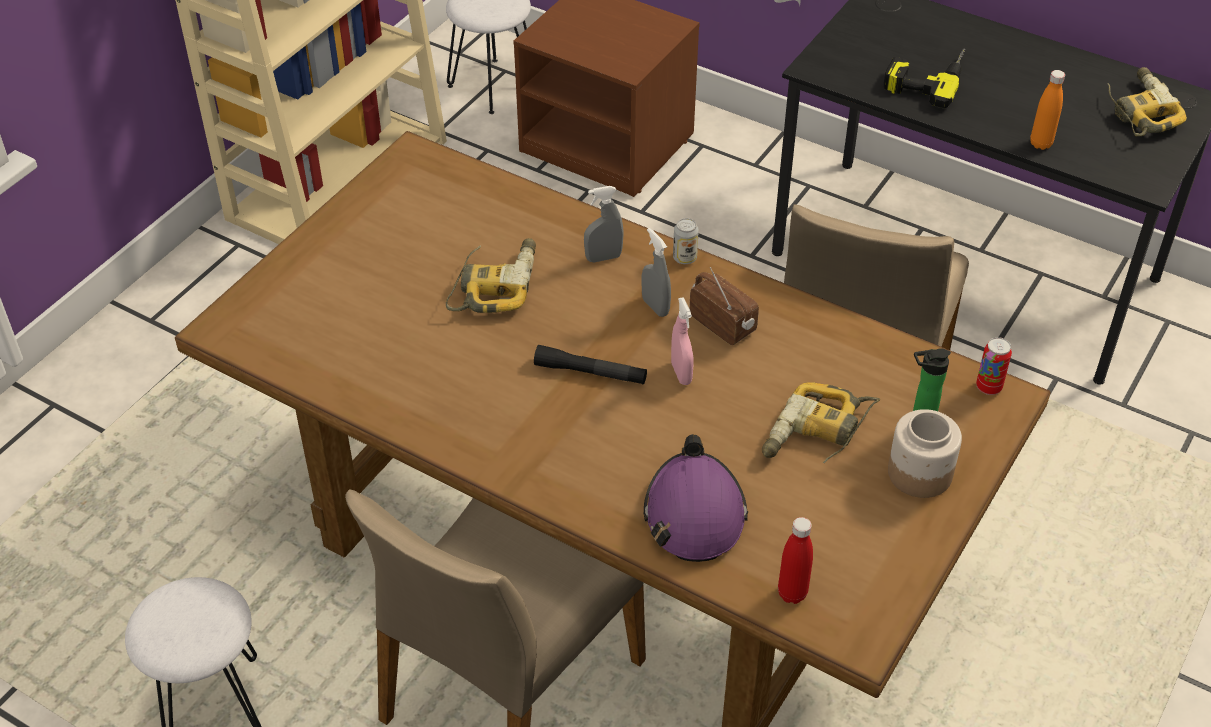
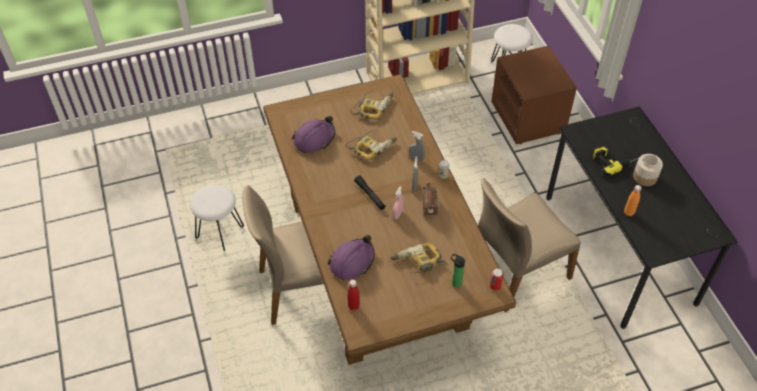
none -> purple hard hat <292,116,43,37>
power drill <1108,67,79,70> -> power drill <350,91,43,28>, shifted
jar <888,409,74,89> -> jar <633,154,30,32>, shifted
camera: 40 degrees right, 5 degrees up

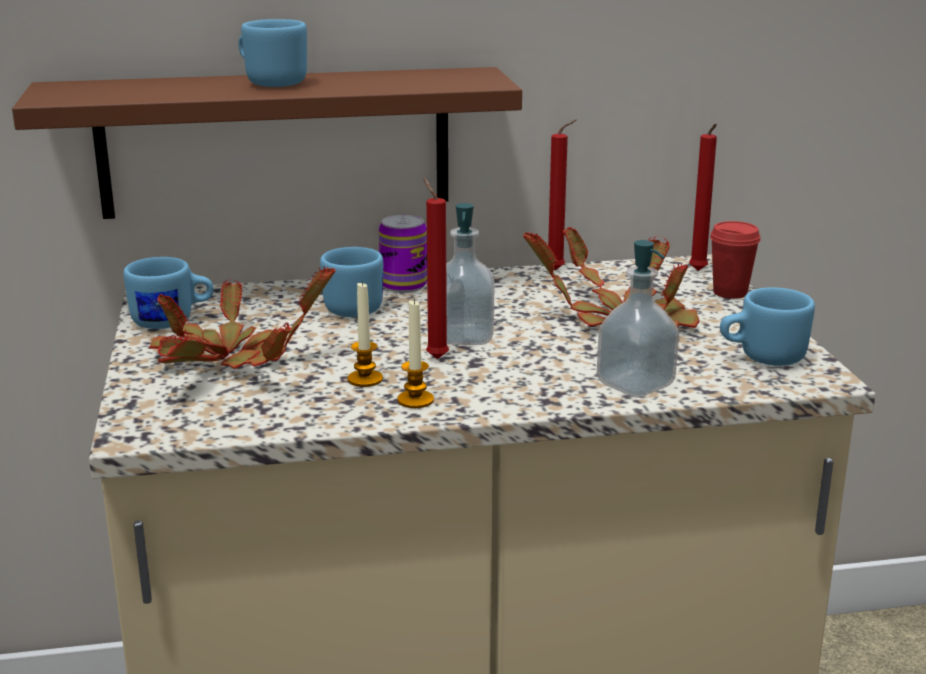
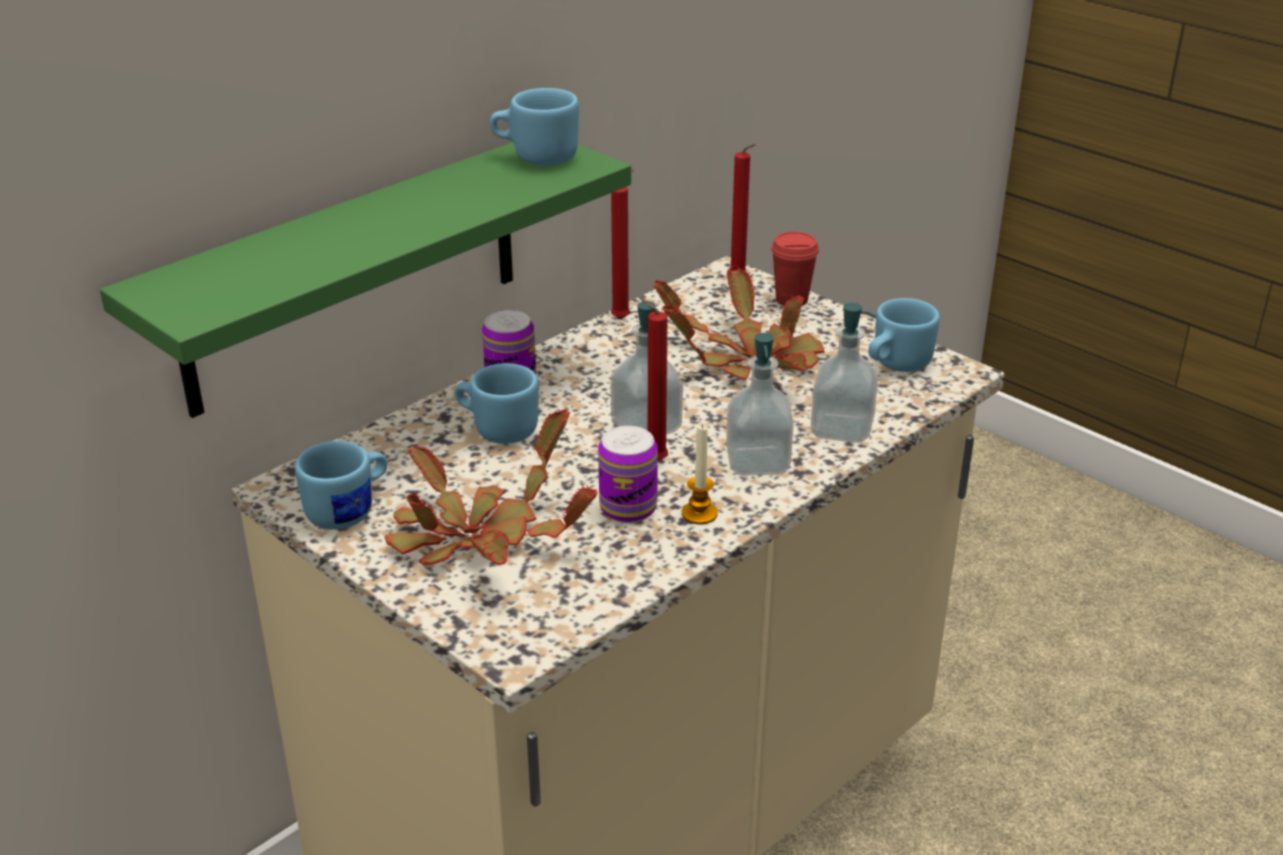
brown shelf <12,67,510,152> -> green shelf <100,142,531,276>
blue mug <238,19,69,68> -> blue mug <490,88,89,78>, shifted
candle <348,281,35,106> -> can <598,426,60,97>
none -> soap dispenser <726,333,68,142>
camera: 35 degrees left, 10 degrees up

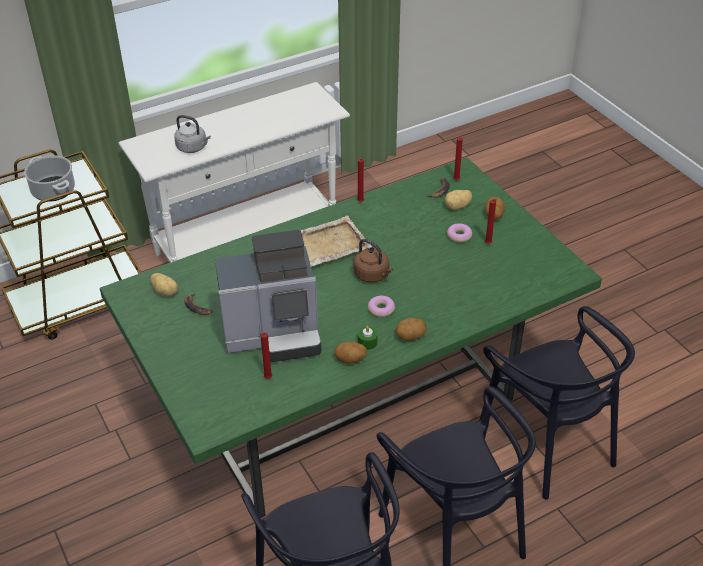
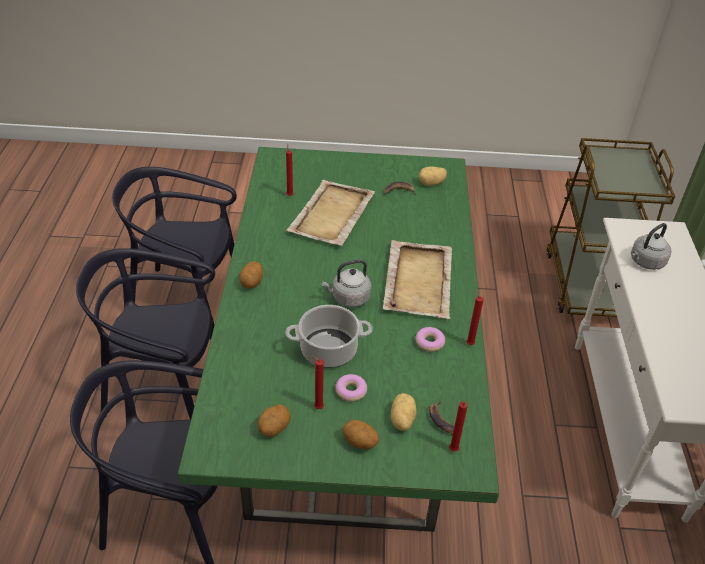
potato <335,342,32,22> -> potato <258,404,33,33>, shifted
cooking pot <24,156,51,46> -> cooking pot <285,305,87,63>, shifted
coffee machine <215,230,106,132> -> beige tray <286,180,89,66>
brown kettle <353,239,40,44> -> grey kettle <321,259,51,48>
donut <368,296,27,21> -> donut <415,327,30,25>, shifted
green candle <358,326,19,24> -> none
camera: 120 degrees right, 0 degrees up

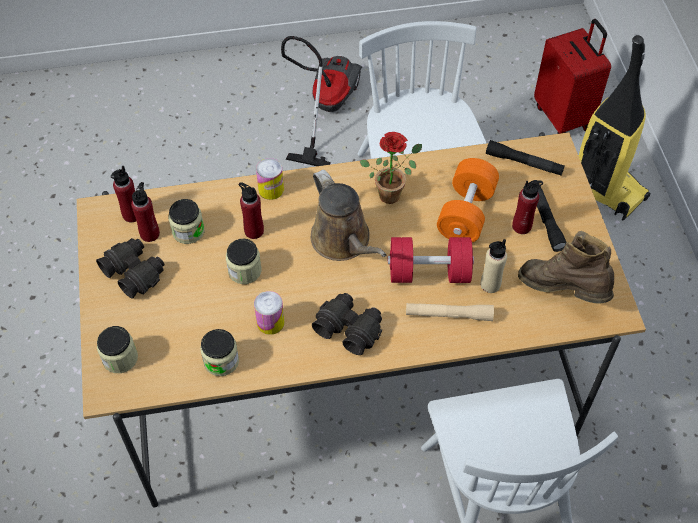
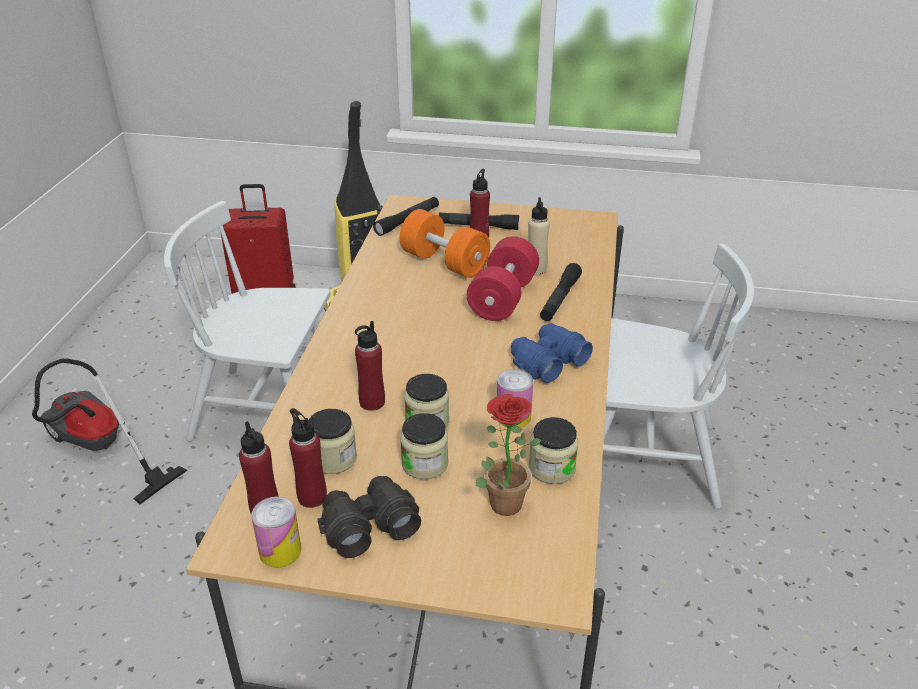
can <256,158,28,42> -> can <251,497,50,71>, shifted
jar <97,326,41,47> -> jar <400,413,48,66>, shifted
potted plant <360,132,62,72> -> potted plant <476,394,65,122>, shifted
black binoculars <312,293,70,62> -> blue binoculars <511,323,82,60>
beige flashlight <406,303,88,18> -> black flashlight <540,263,42,58>
brown watering can <311,169,75,92> -> none
brown boot <518,231,96,73> -> none
camera: 70 degrees left, 20 degrees down

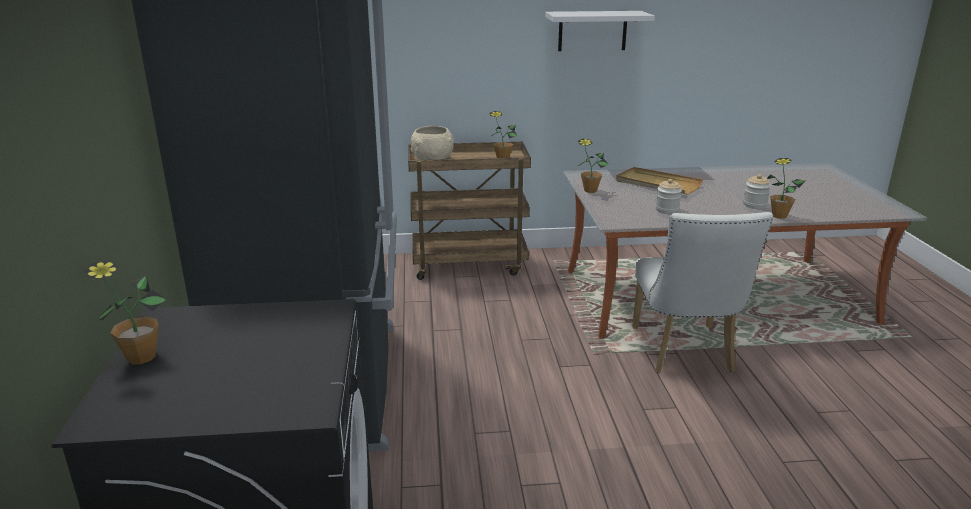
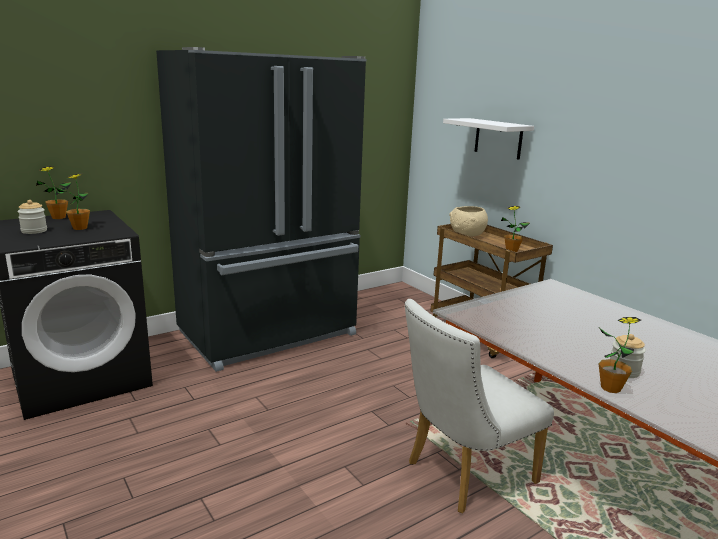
jar <655,179,27,35> -> jar <17,200,30,34>, shifted
potted plant <578,139,31,54> -> potted plant <56,174,34,56>, shifted
white shelf <545,11,110,40> -> white shelf <443,118,91,42>, shifted
beige tray <616,167,87,28> -> none
camera: 60 degrees right, 5 degrees down

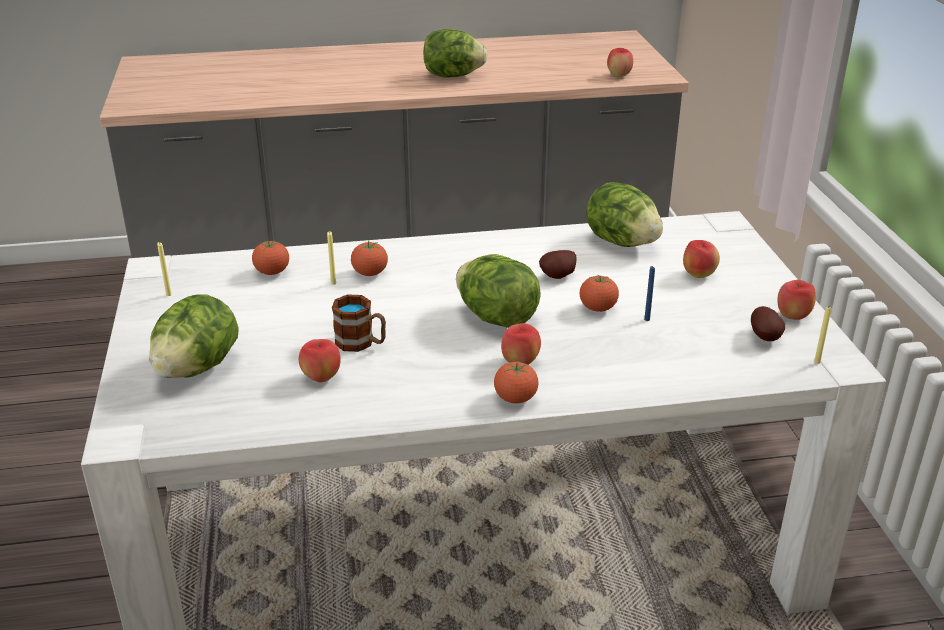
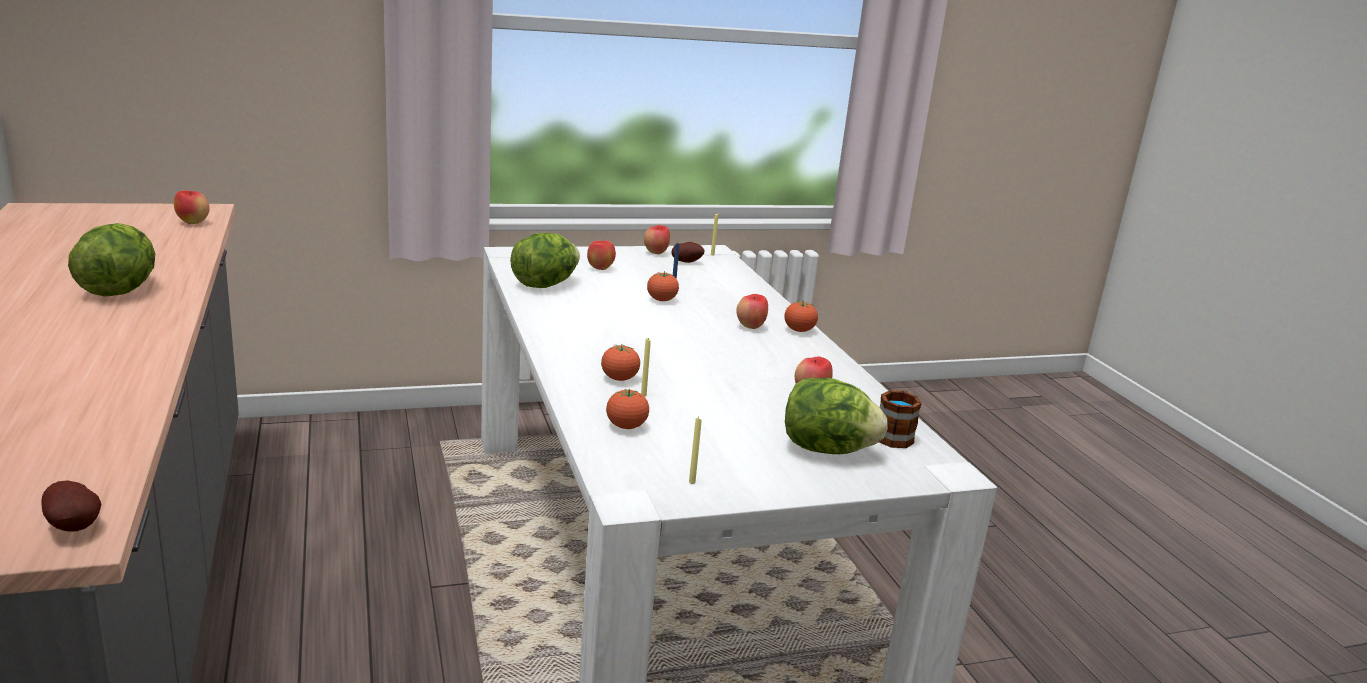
potato <539,250,38,29> -> potato <41,480,60,52>, shifted
mug <332,294,54,58> -> mug <879,390,43,58>, shifted
lettuce <456,254,85,74> -> none
camera: 100 degrees left, 10 degrees down

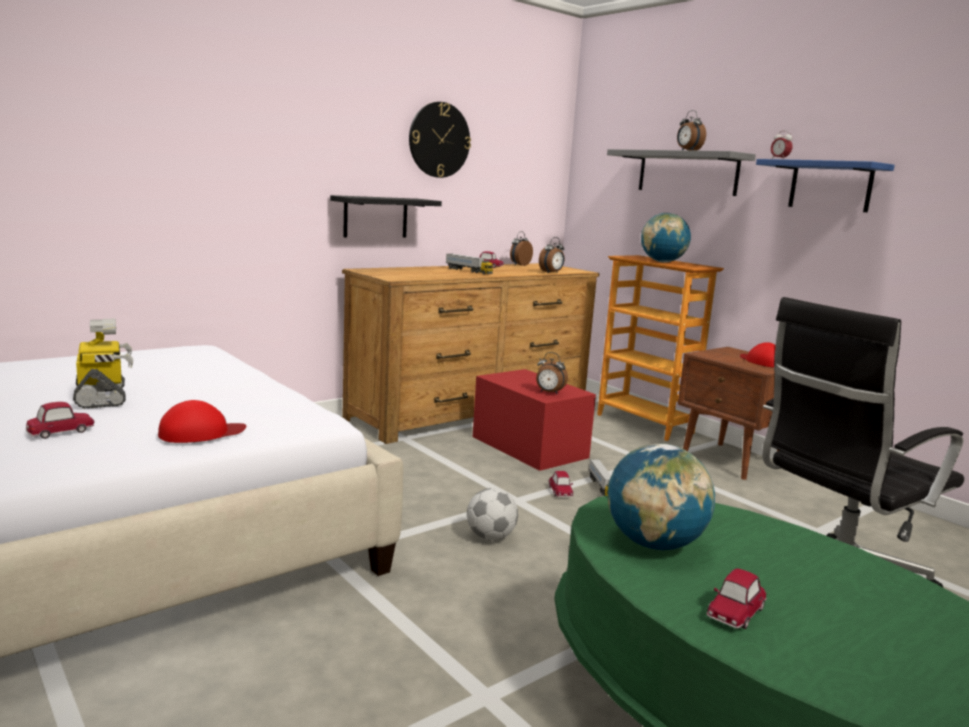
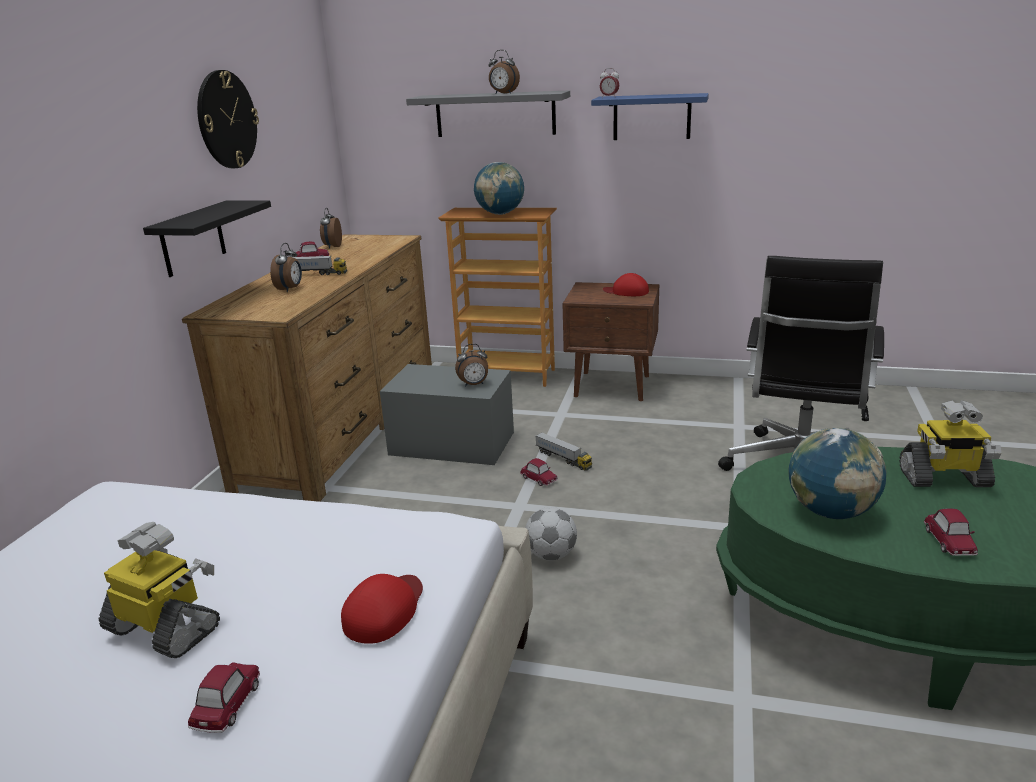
alarm clock <539,237,26,36> -> alarm clock <270,243,32,49>, shifted
red storage box <473,369,123,102> -> grey storage box <380,364,134,101>
none -> toy robot <899,400,103,87>
camera: 35 degrees left, 10 degrees up

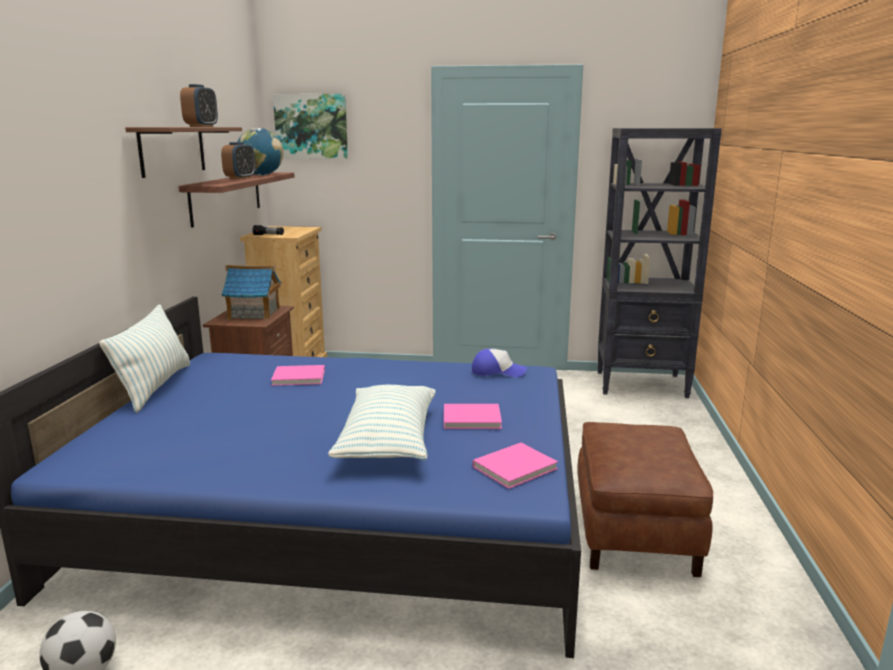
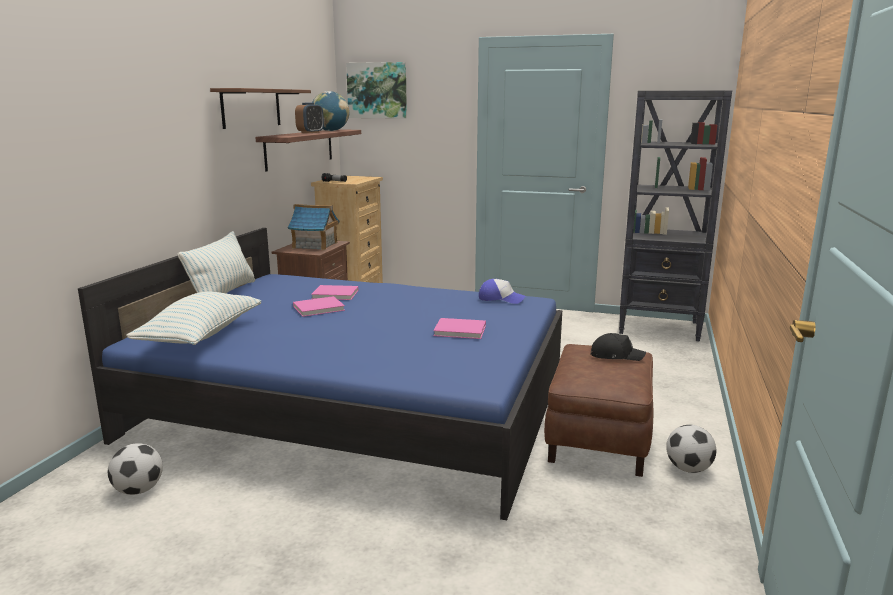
pillow <328,385,108,75> -> pillow <126,292,135,53>, shifted
pink book <473,443,85,46> -> pink book <293,296,52,21>, shifted
none -> black cap <591,333,55,28>
none -> football <666,425,50,48>
alarm clock <180,84,38,43> -> none
camera: 10 degrees right, 0 degrees up

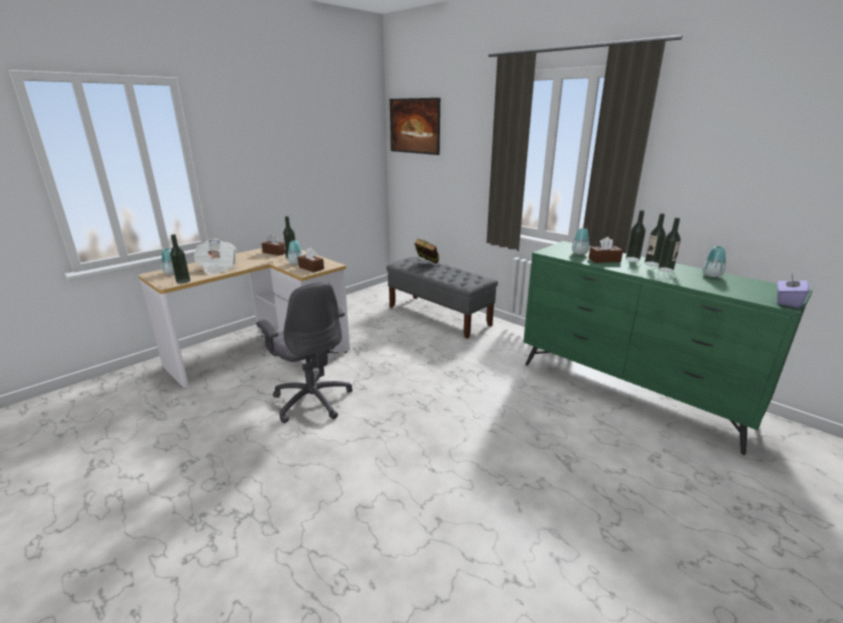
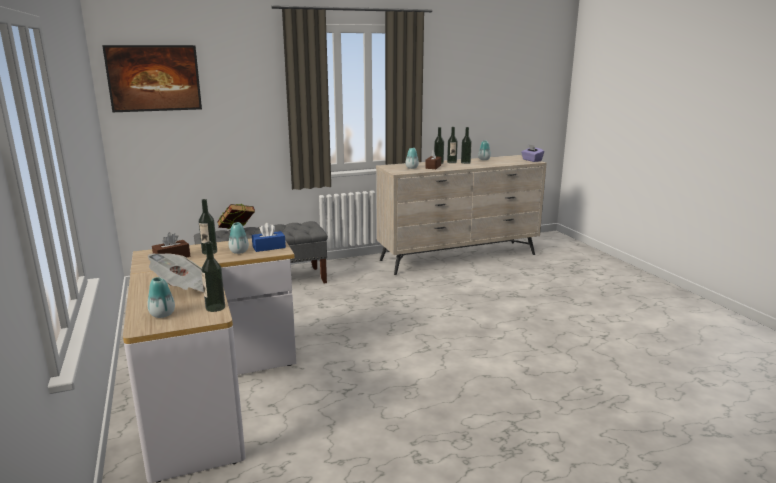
brown tissue box <298,248,26,24> -> blue tissue box <252,223,34,29>
green dresser <523,241,290,214> -> beige dresser <376,155,171,120>
grey office chair <256,282,96,141> -> none
camera: 65 degrees left, 5 degrees down

